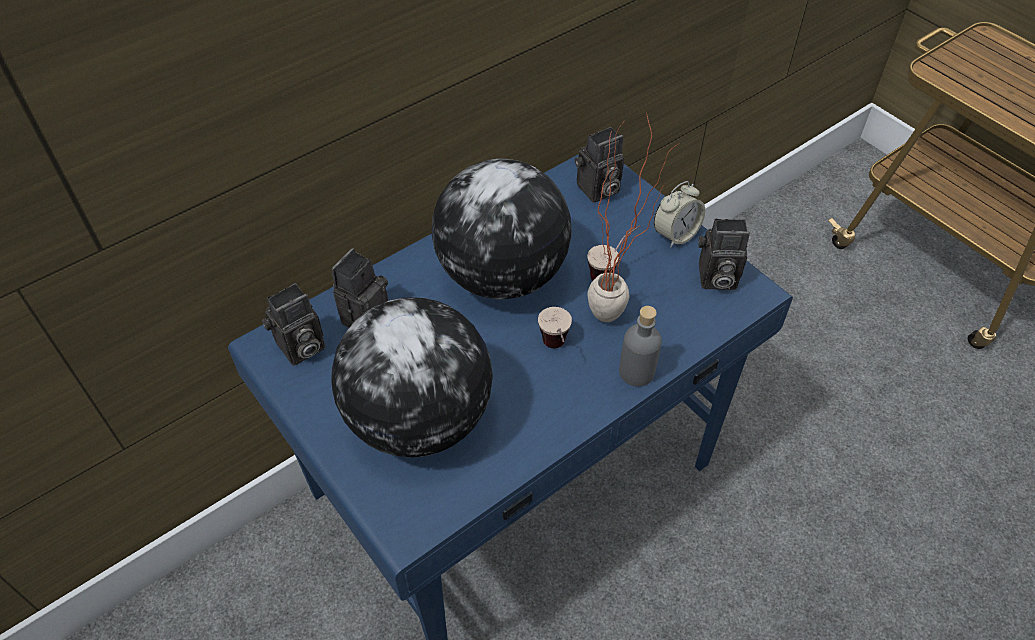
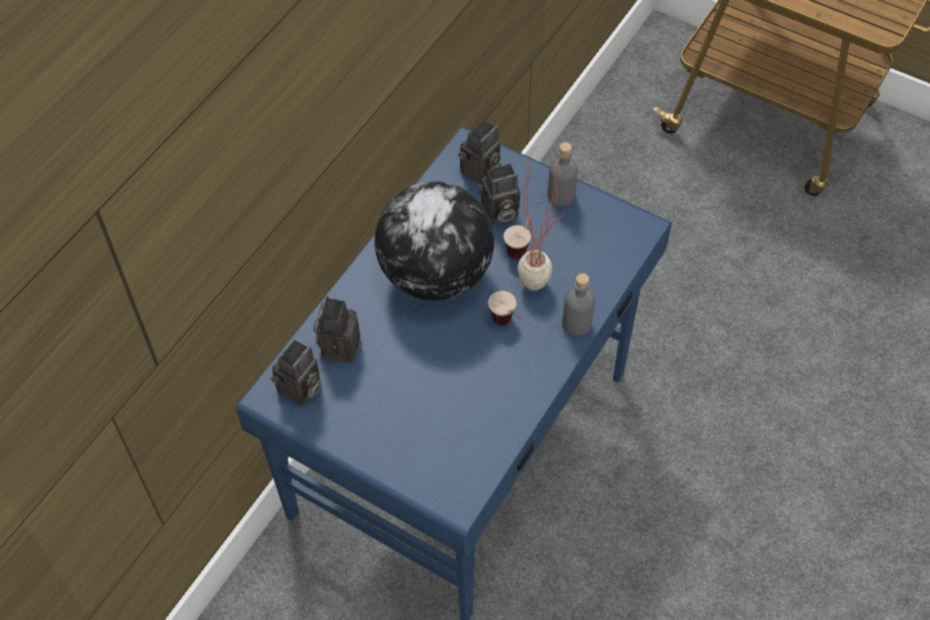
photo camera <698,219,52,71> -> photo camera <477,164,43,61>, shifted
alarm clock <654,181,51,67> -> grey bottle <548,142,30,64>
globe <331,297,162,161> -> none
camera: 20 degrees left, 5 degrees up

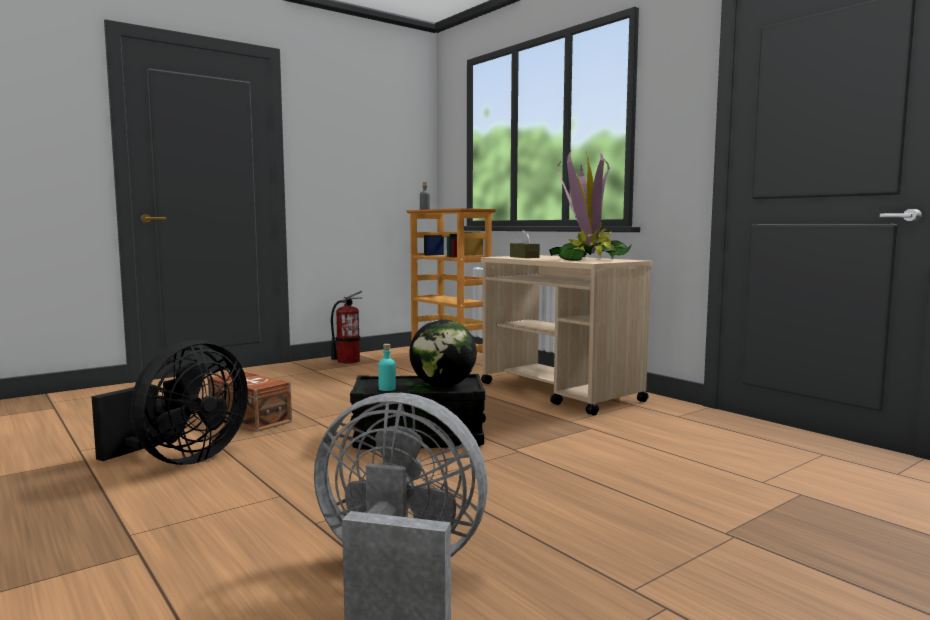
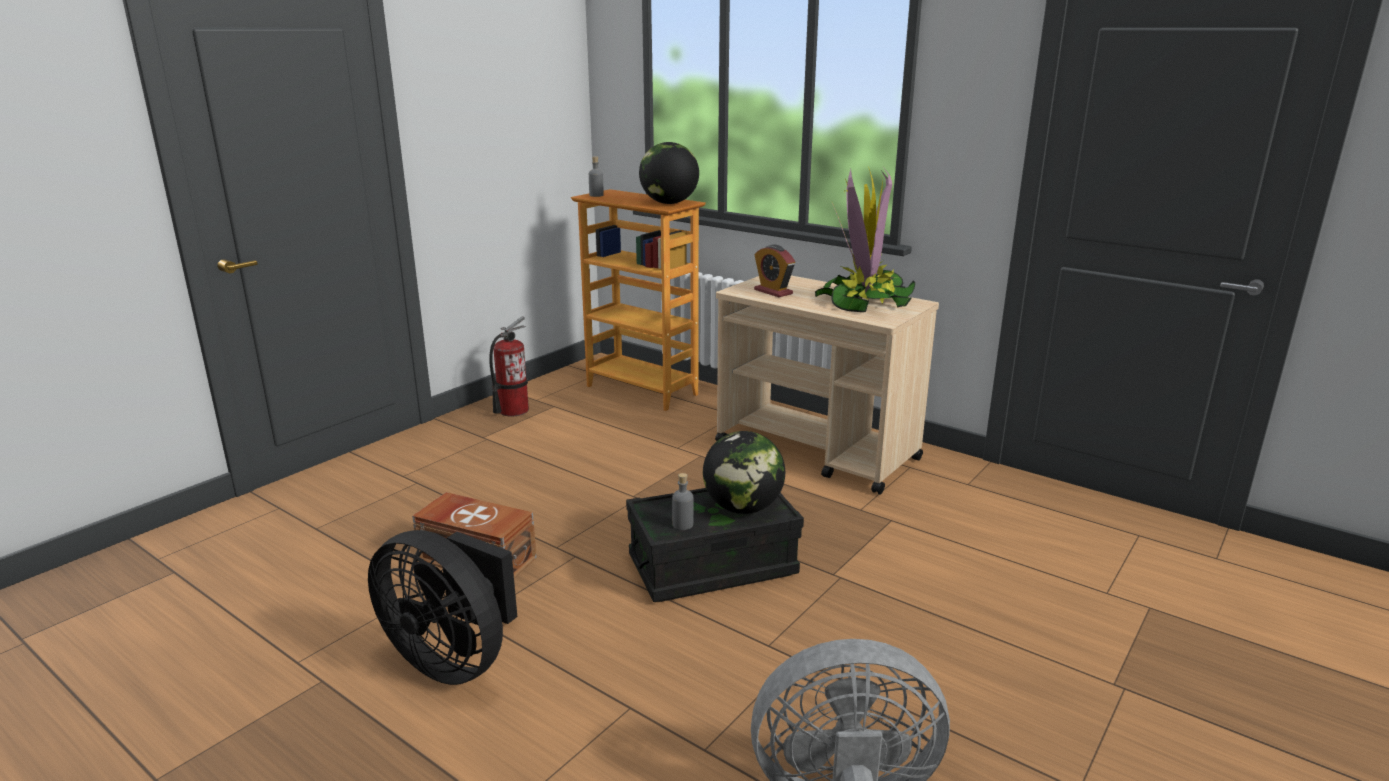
black fan <91,340,157,125> -> black fan <368,530,149,155>, 105 degrees clockwise
none -> globe <639,142,60,62>
turquoise bottle <378,344,18,47> -> grey bottle <672,473,22,57>
brown tissue box <510,230,30,28> -> alarm clock <754,245,41,52>
camera: 15 degrees left, 15 degrees up

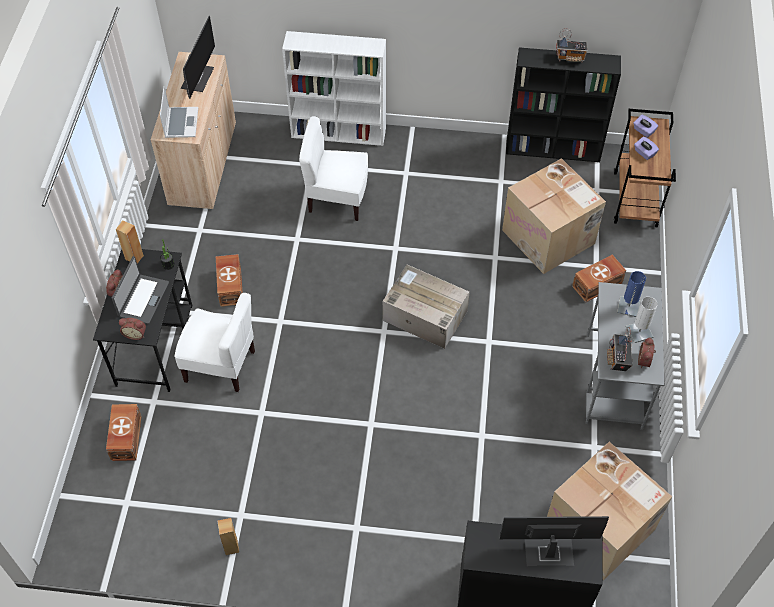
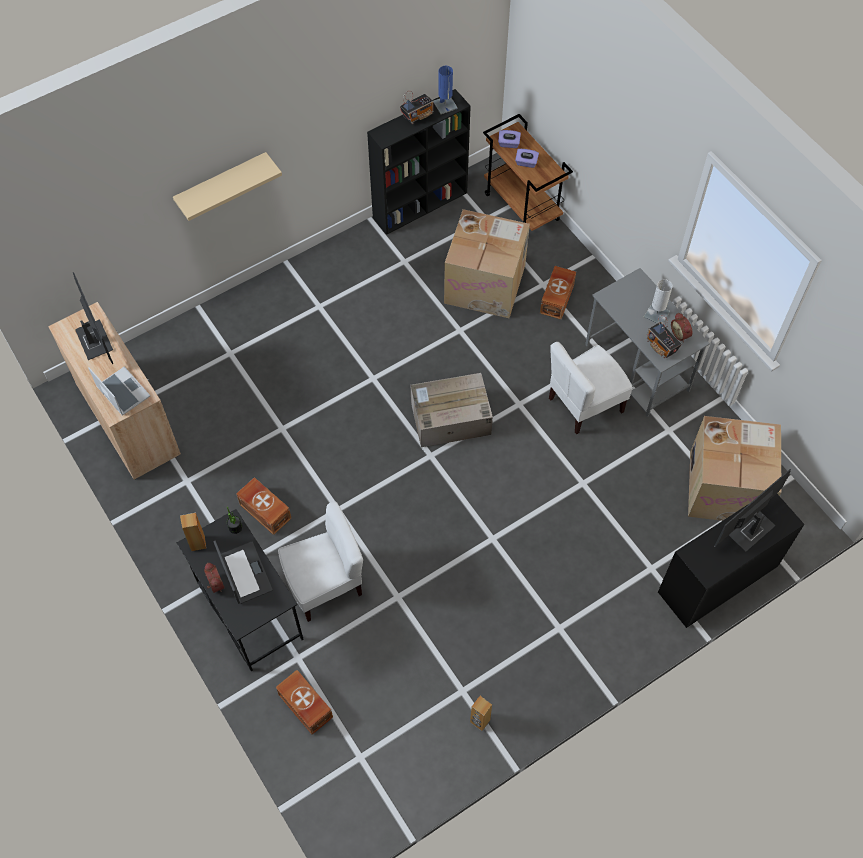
none -> beige shelf <173,152,109,69>
blue table lamp <617,271,29,46> -> blue table lamp <433,66,25,48>, shifted
white chair <299,116,69,105> -> white chair <549,342,84,93>, shifted
alarm clock <119,318,27,22> -> none
white bookcase <282,31,104,115> -> none
camera: 40 degrees left, 5 degrees up

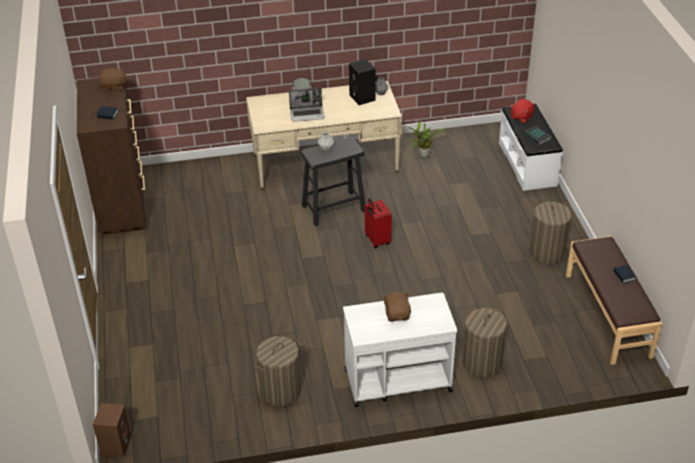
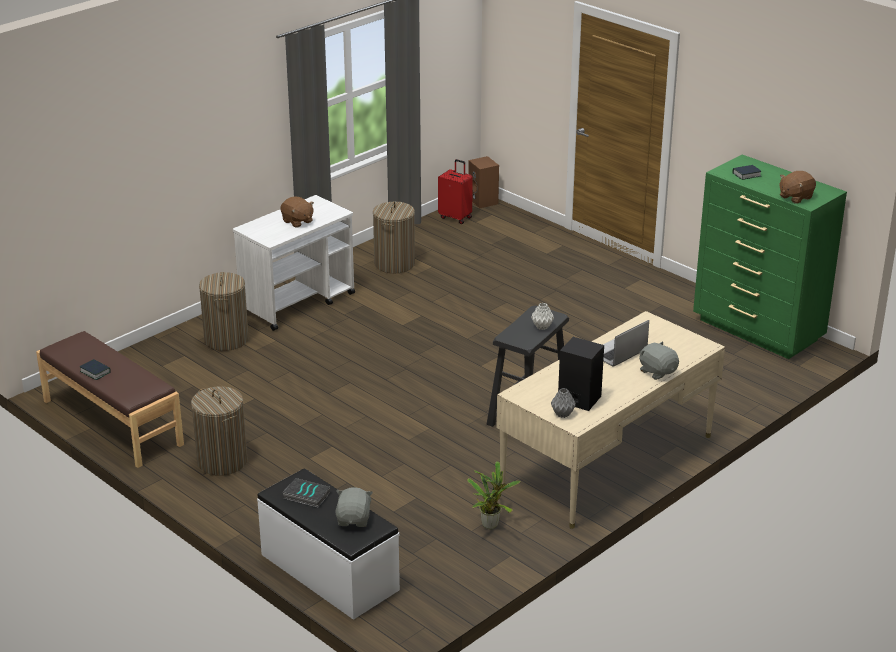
red plush toy <511,99,24,24> -> grey plush toy <336,487,37,40>
red suitcase <365,198,27,50> -> red suitcase <438,159,35,65>, shifted
brown dresser <77,78,69,157> -> green dresser <693,154,154,205>
camera: 145 degrees right, 10 degrees down

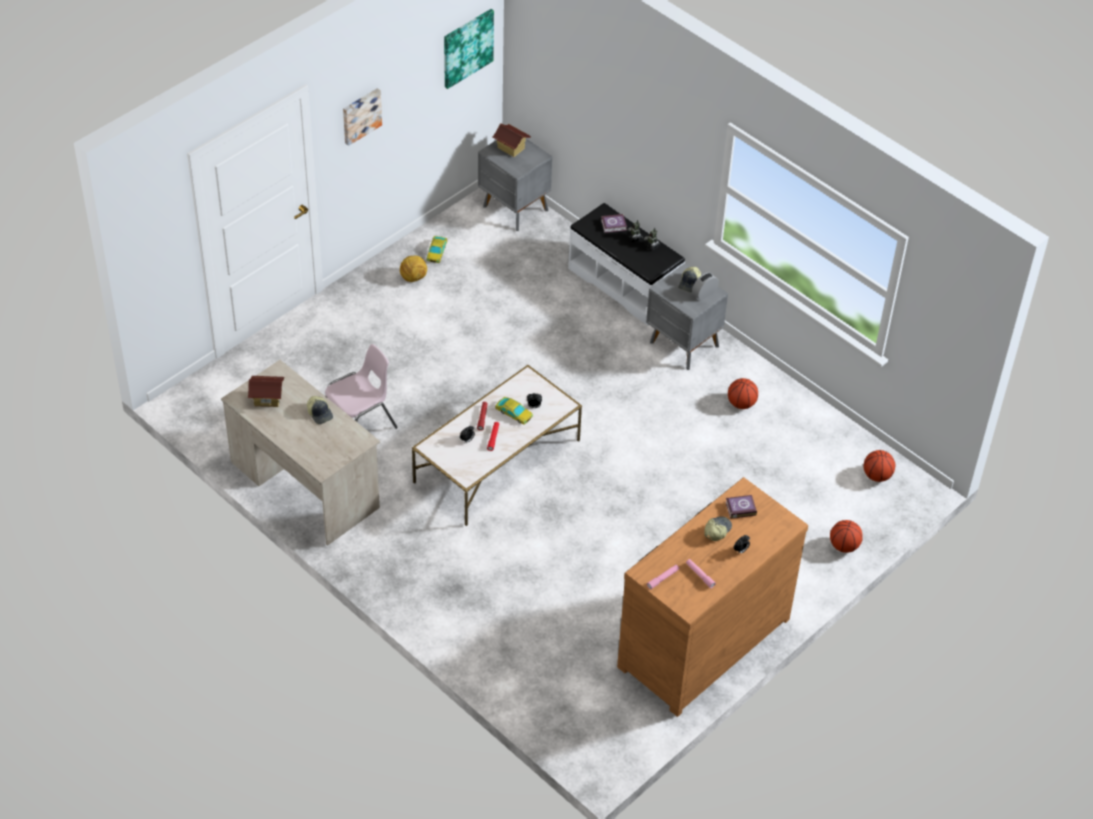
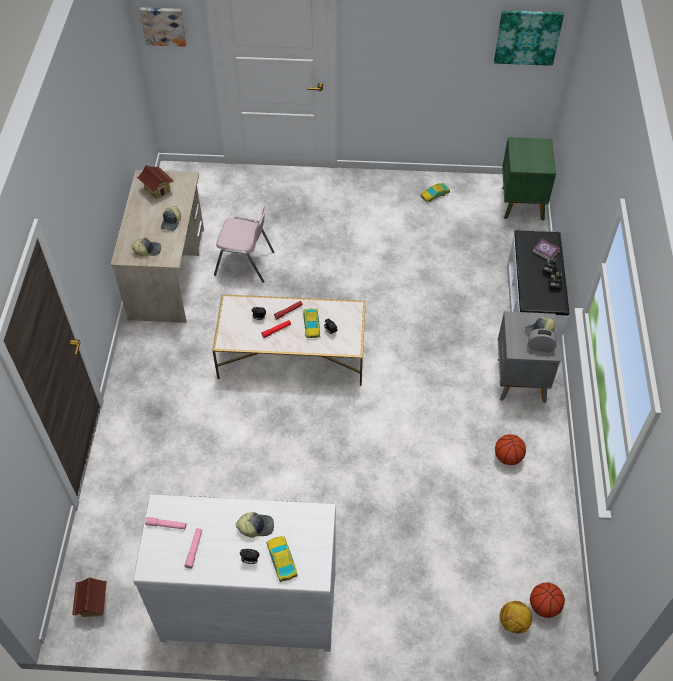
toy house <492,123,39,34> -> toy house <72,577,35,40>, shifted
none -> cap <131,238,30,18>
brown dresser <617,477,191,240> -> white dresser <133,494,203,158>
picture <343,88,39,58> -> picture <140,8,47,39>, shifted
none -> toy car <267,536,31,46>
football <400,255,27,27> -> football <500,601,32,32>, shifted
grey nightstand <478,138,74,93> -> green nightstand <502,137,54,84>
book <725,495,32,24> -> none
basketball <830,520,33,33> -> none
camera: 50 degrees right, 5 degrees up

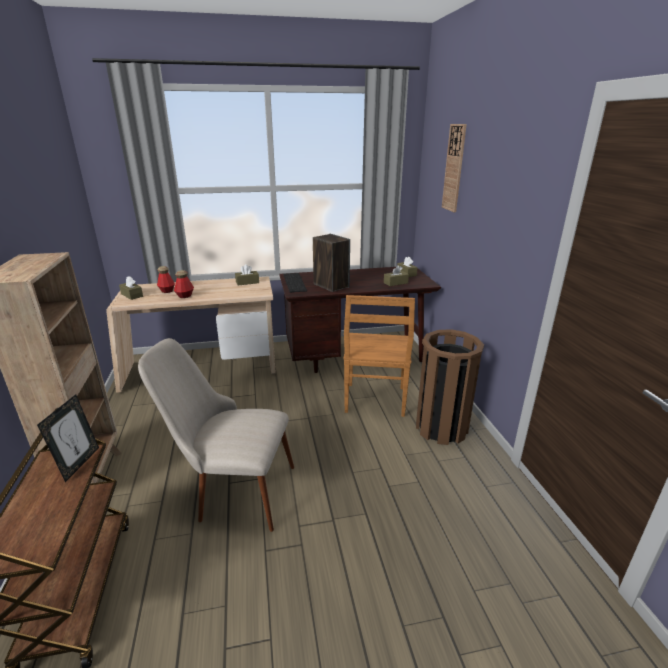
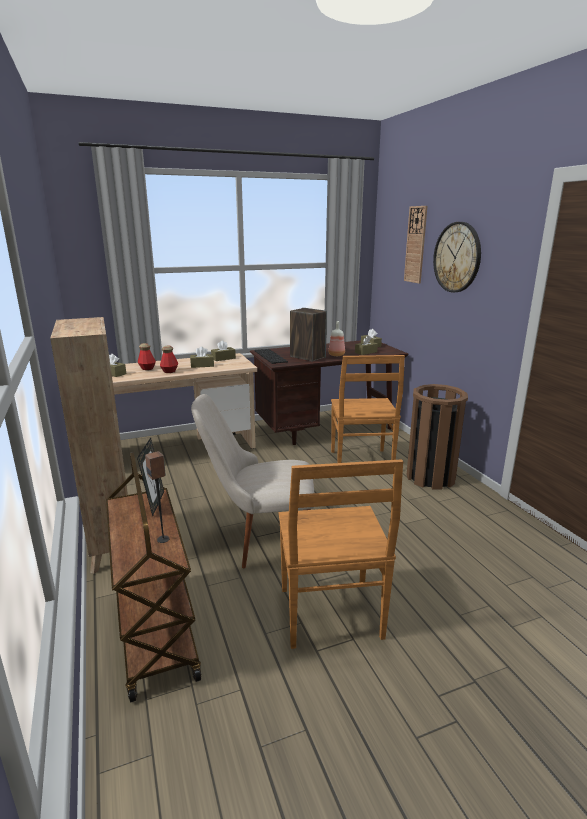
none -> speaker <145,451,25,92>
none -> brown tissue box <190,346,24,22>
none -> brown chair <278,459,125,190>
none -> bottle <329,321,16,35>
none -> wall clock <433,222,48,70>
camera: 10 degrees left, 5 degrees down

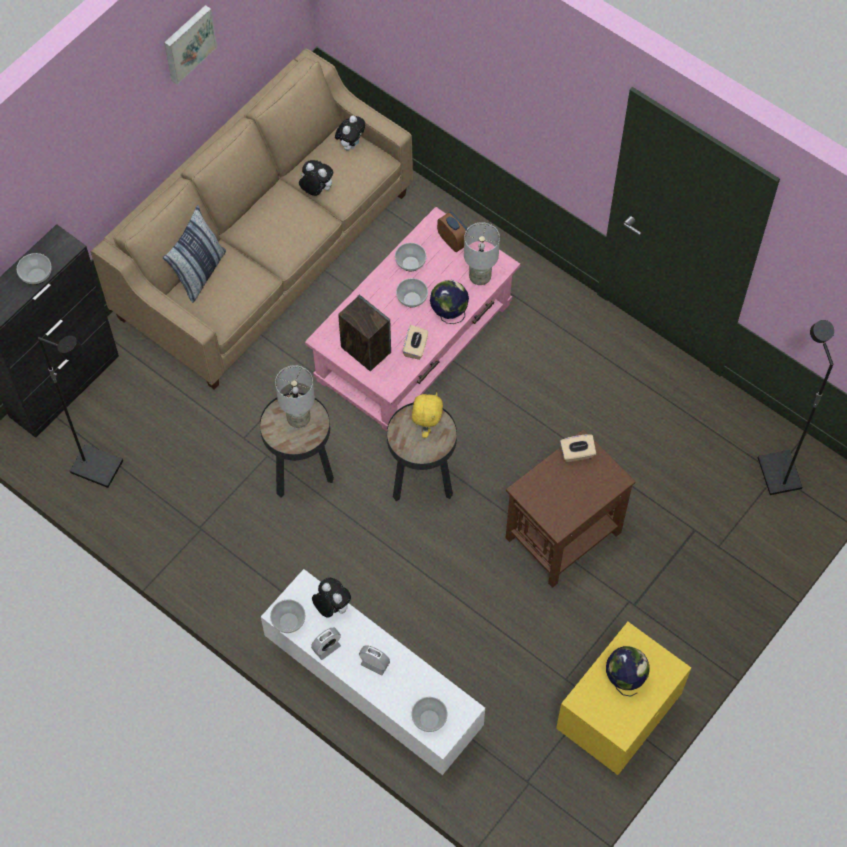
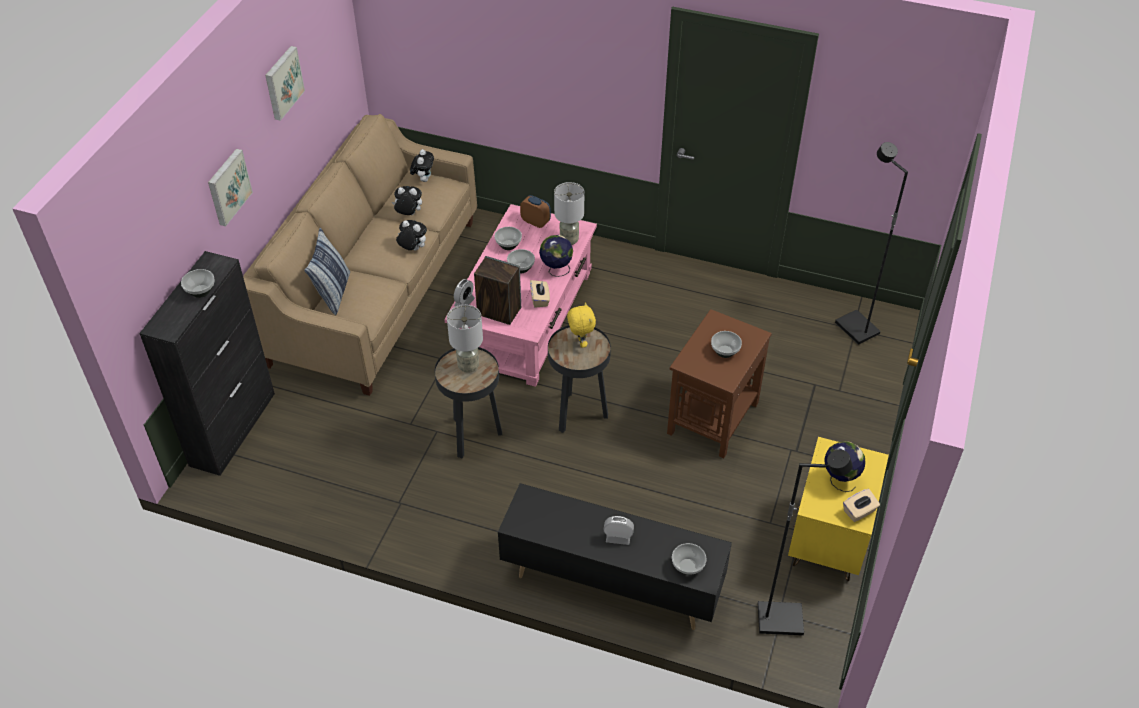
none -> picture <208,149,45,77>
plush toy <312,578,39,40> -> plush toy <396,220,31,30>, shifted
alarm clock <311,628,30,32> -> alarm clock <454,279,21,27>, shifted
white tv stand <261,569,224,206> -> black tv stand <498,483,234,147>
bowl <270,599,35,34> -> bowl <711,331,31,27>, shifted
black floor lamp <38,336,85,152> -> black floor lamp <758,450,95,185>, shifted
beige tissue box <560,434,36,28> -> beige tissue box <843,489,37,33>, shifted
camera: 20 degrees left, 15 degrees down

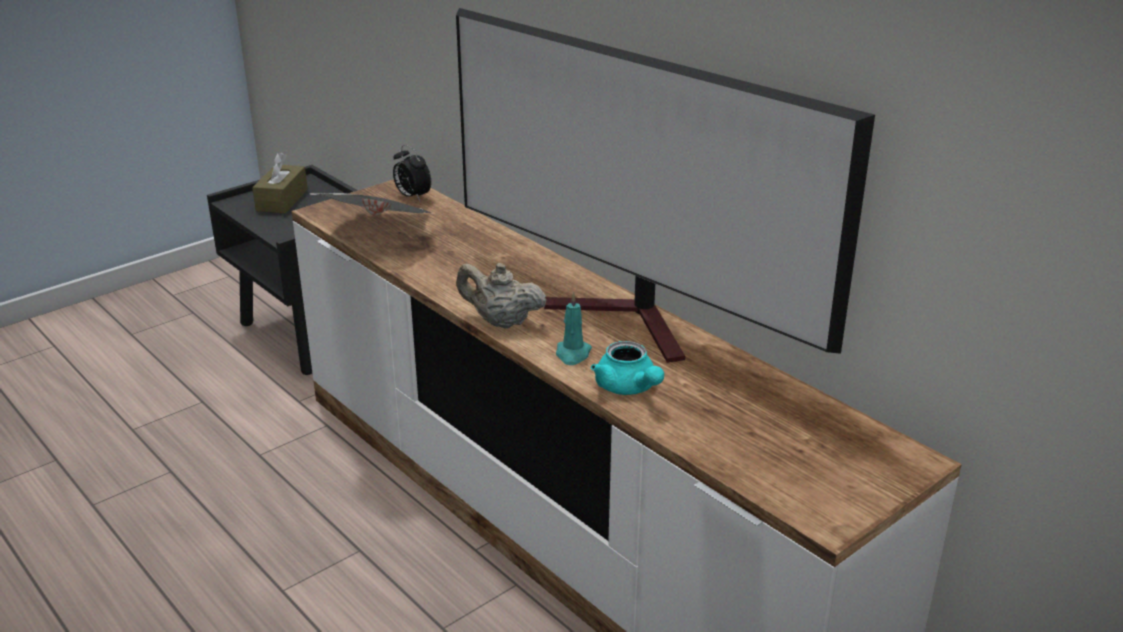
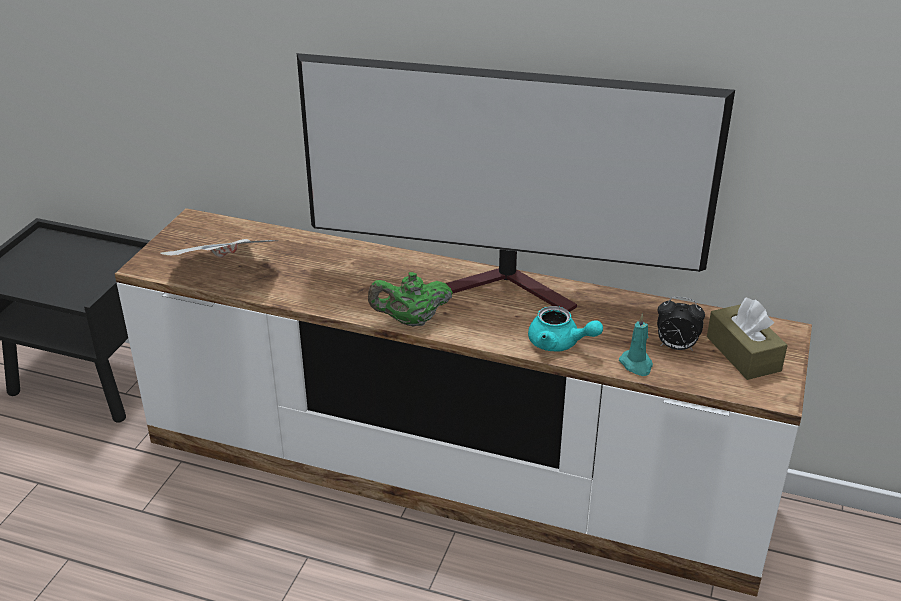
beige teapot <456,263,90,66> -> green teapot <368,272,85,54>
turquoise candle <556,292,36,73> -> turquoise candle <619,313,34,63>, shifted
alarm clock <393,145,38,56> -> alarm clock <657,297,48,54>, shifted
brown tissue box <252,153,56,61> -> brown tissue box <707,297,81,83>, shifted
camera: 30 degrees left, 5 degrees up

